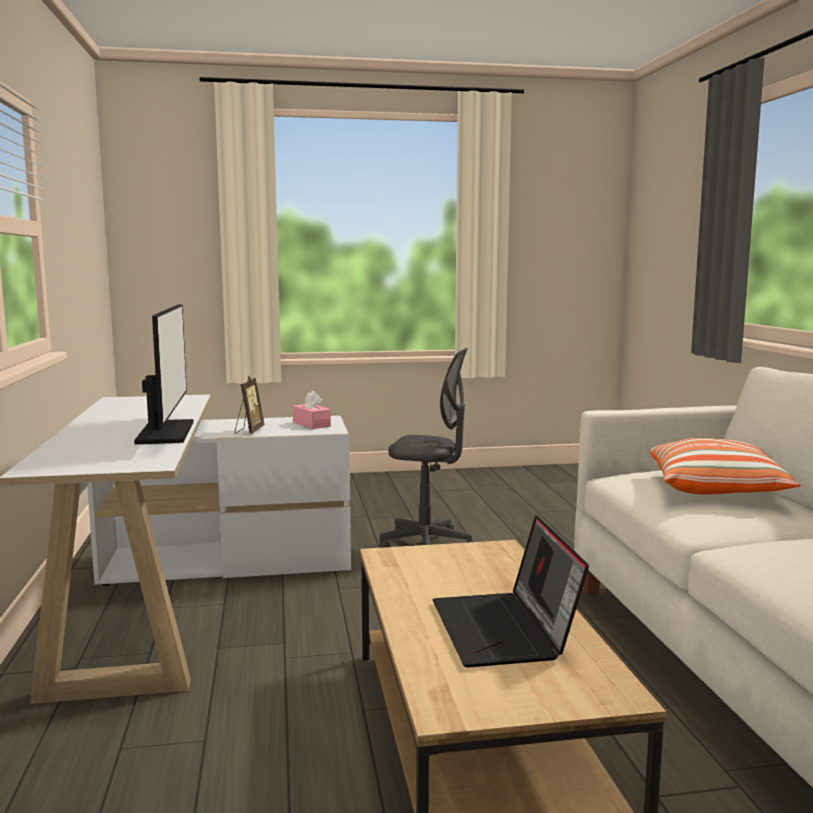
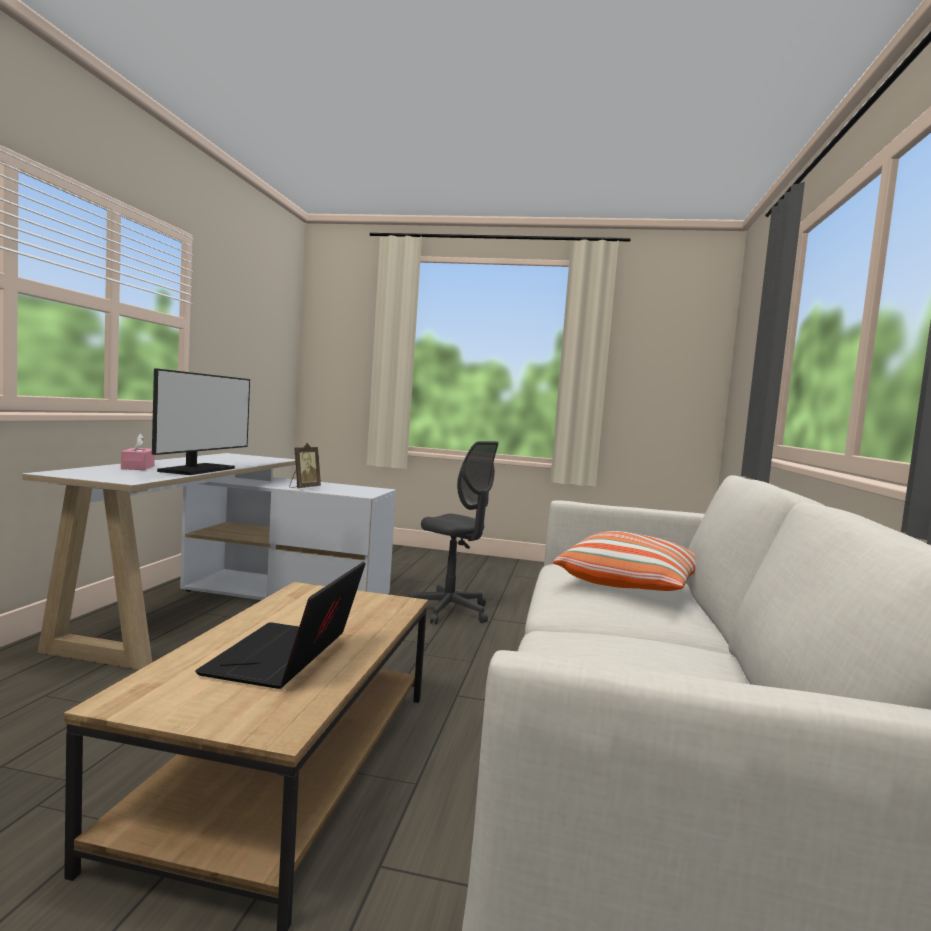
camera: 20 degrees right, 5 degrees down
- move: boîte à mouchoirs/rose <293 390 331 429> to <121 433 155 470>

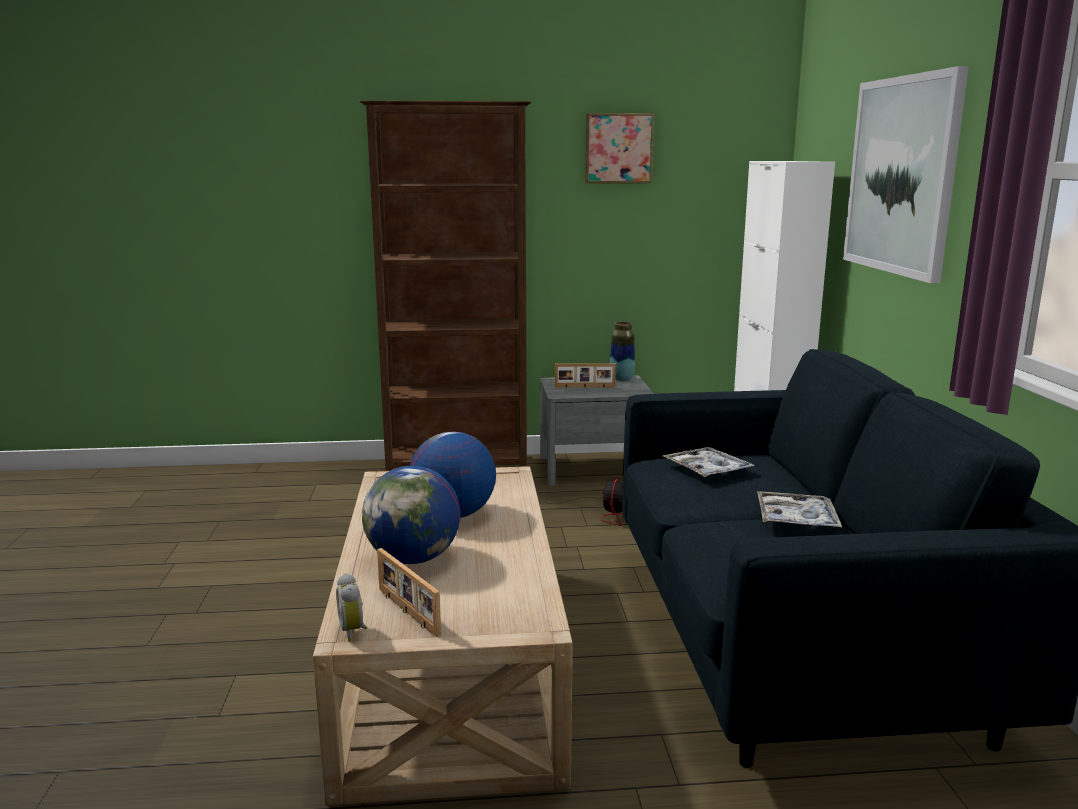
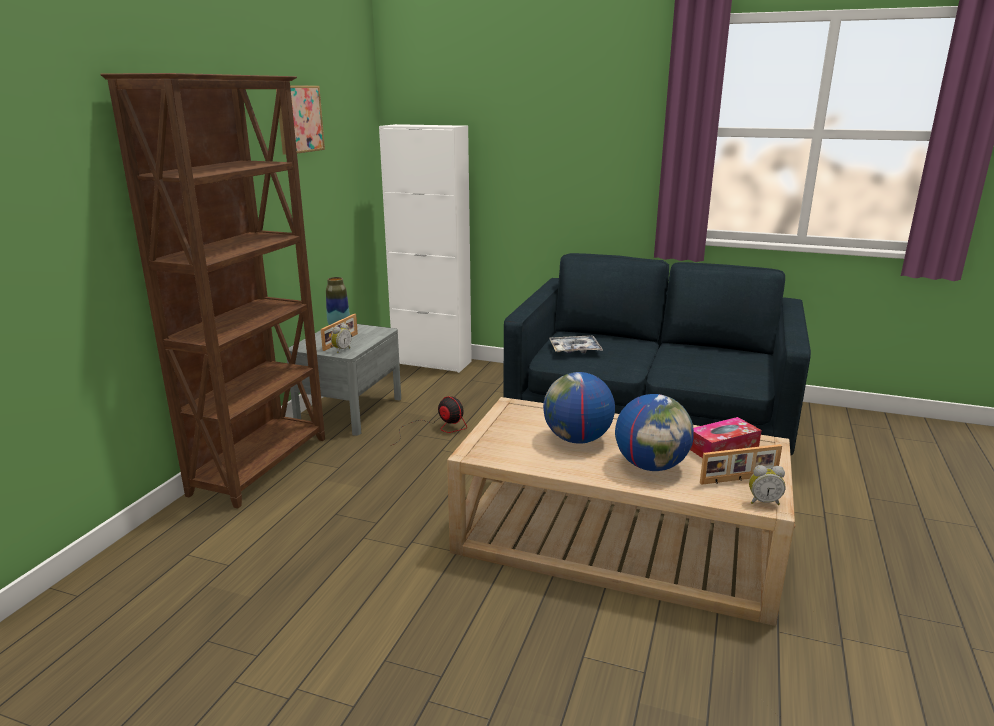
camera: 65 degrees left, 5 degrees up
- delete: plateau <757 491 842 527>
- delete: tableau <843 66 969 283>
- insert: réveil <331 323 352 353>
- insert: boîte à mouchoirs <690 417 762 458>

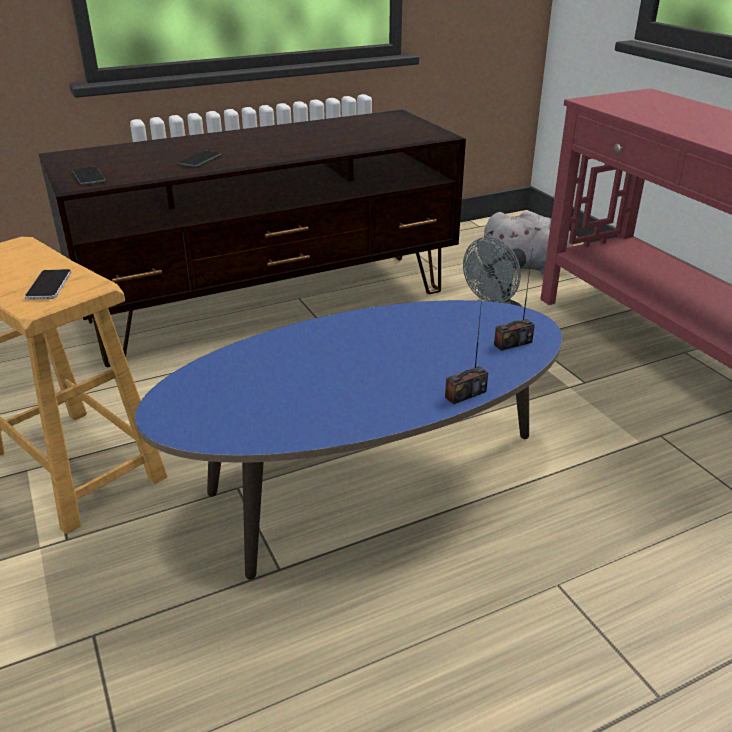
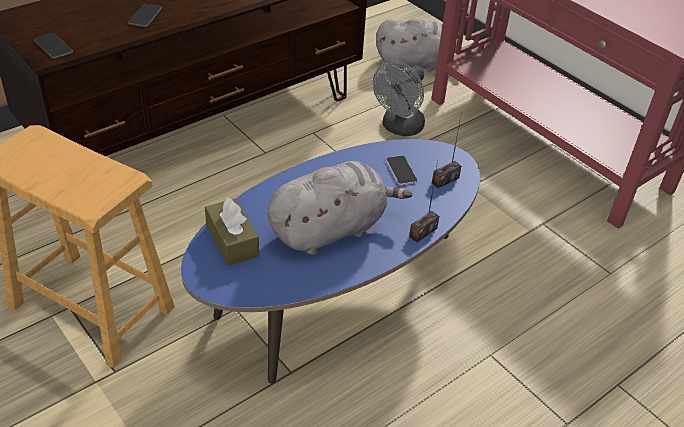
camera: 15 degrees left, 10 degrees up
- insert: boîte à mouchoirs/marron <205 197 259 266>
- insert: peluche/gris <268 161 413 255>
- move: téléphone <25 269 71 300> to <386 156 417 185>

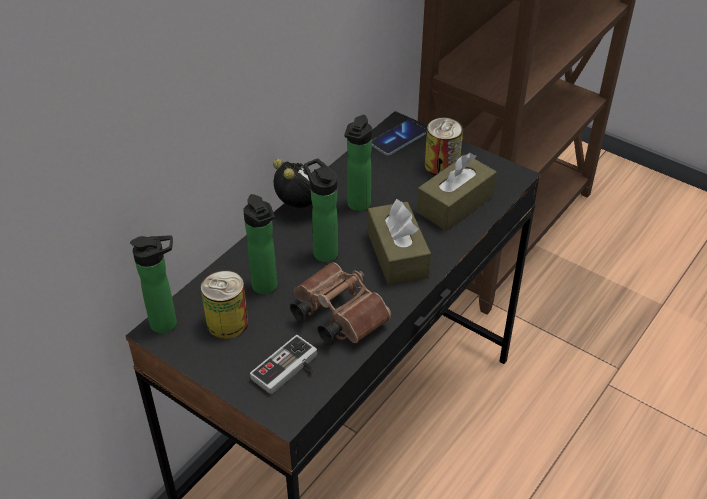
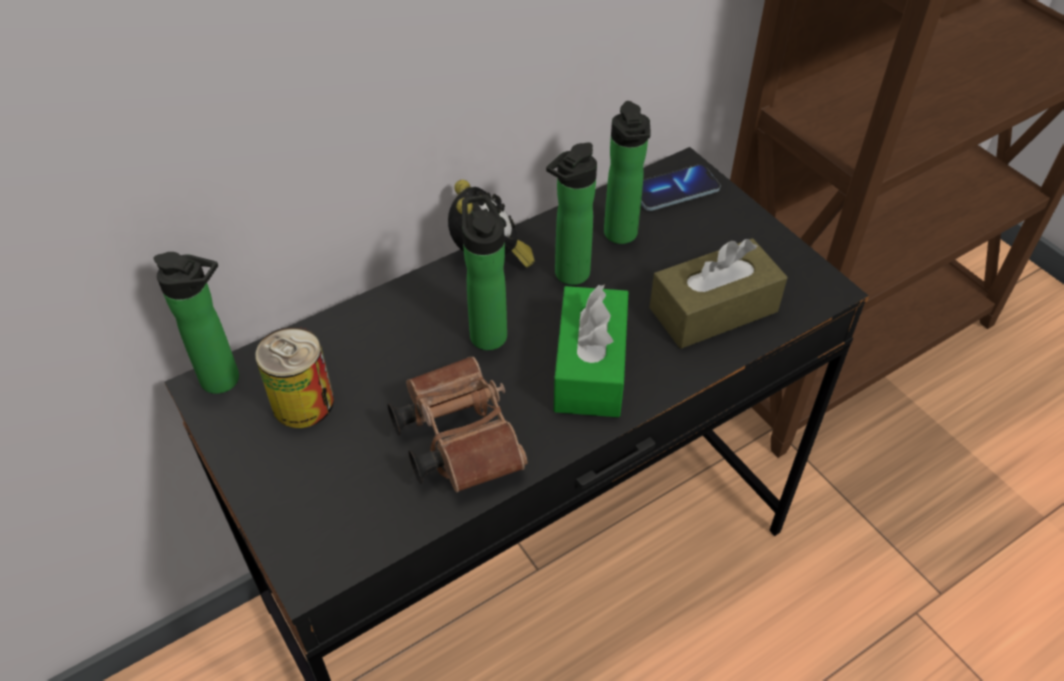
camera: 20 degrees right, 5 degrees up
- delete: manette <250 335 317 394>
- delete: boîte métallique <425 118 463 176>
- move: bouteille <243 194 277 294> to <604 101 651 244>
- recolor: boîte à mouchoirs/marron <368 199 431 286> to boîte à mouchoirs/vert <554 284 628 417>

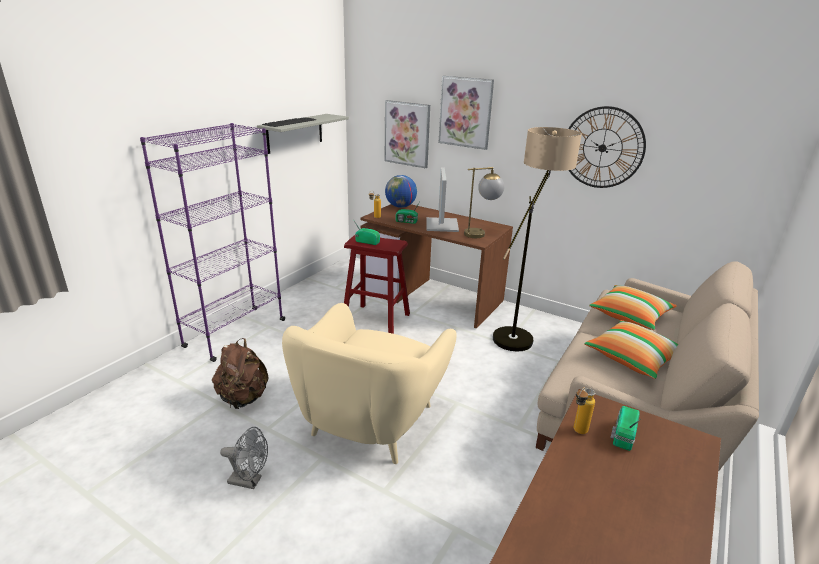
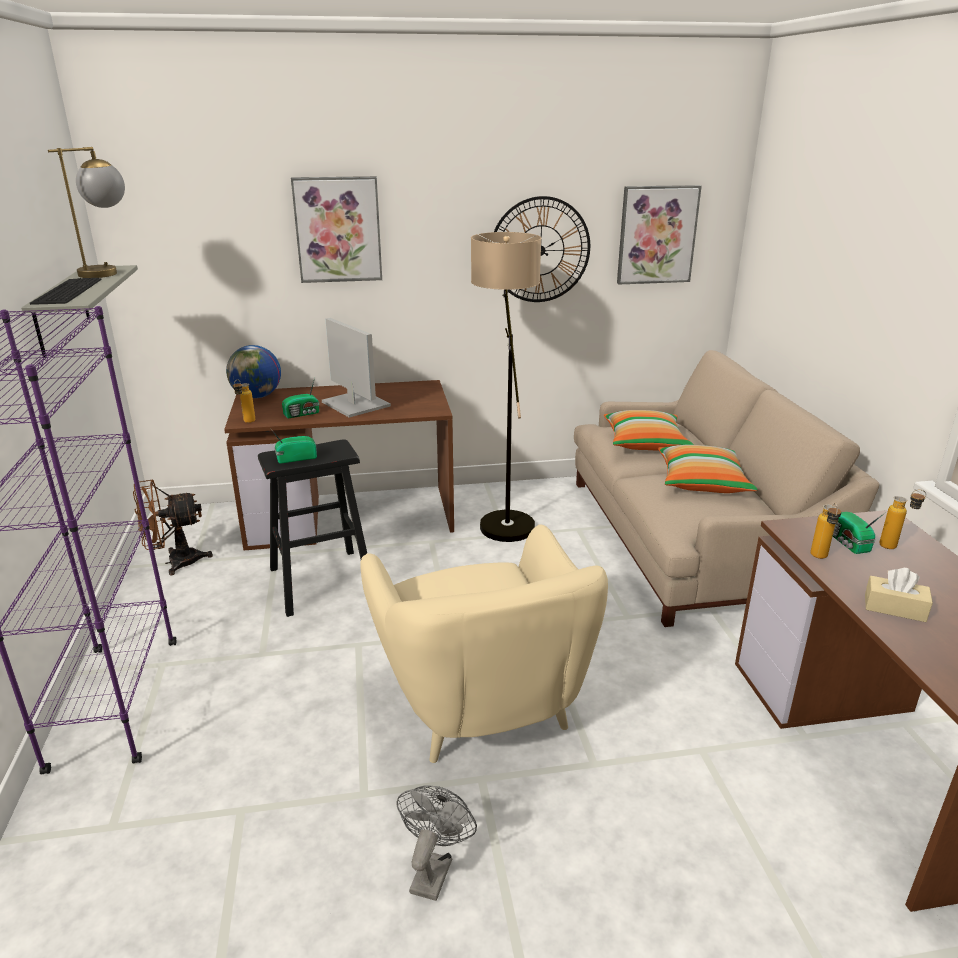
camera: 40 degrees left, 0 degrees up
- delete: sac à dos/marron <212 338 268 409>
- insert: ventilateur/marron <133 480 213 576>
- insert: boîte à mouchoirs/beige <865 568 933 622>
- insert: bouteille <879 489 926 549>
- move: tableau <385 100 430 168> to <617 185 702 284>
- move: lampe de table <464 167 504 238> to <48 147 125 278>
- recolor: tabouret/rouge <344 235 410 334> to tabouret/noir <258 439 367 617>
- rotate: ventilateur/gris <220 427 268 489> = <396 785 477 901> 45 degrees counterclockwise

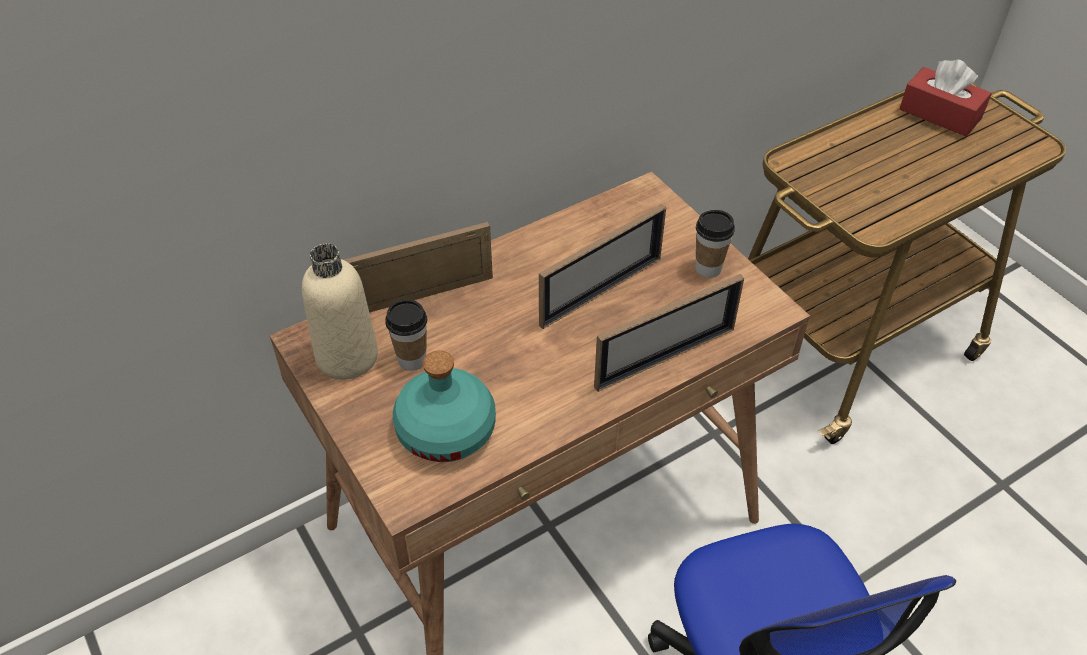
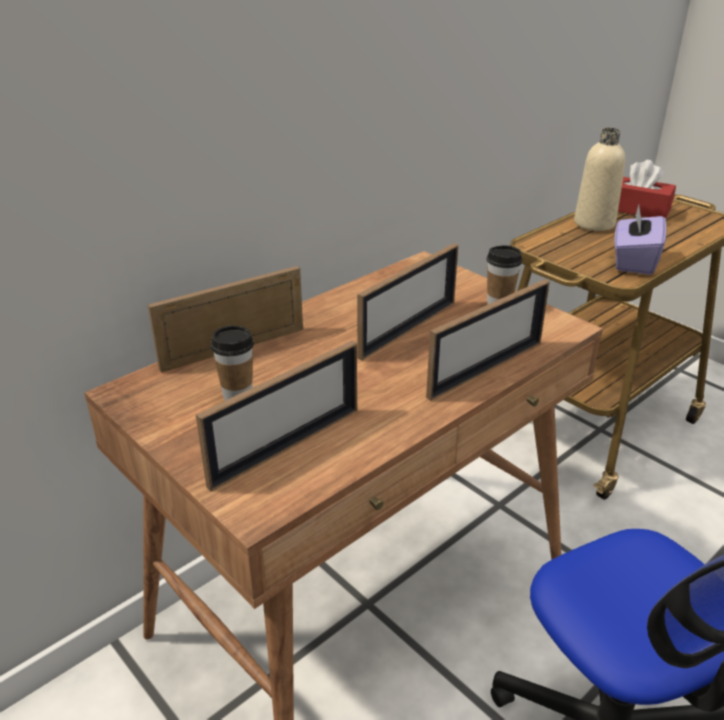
camera: 10 degrees left, 15 degrees down
- insert: boîte à mouchoirs/violet <614 205 666 275>
- move: bouteille/beige <302 244 378 380> to <574 128 625 231>
- replace: bouteille/turquoise <393 351 496 462> to cadre photo <196 341 357 491>

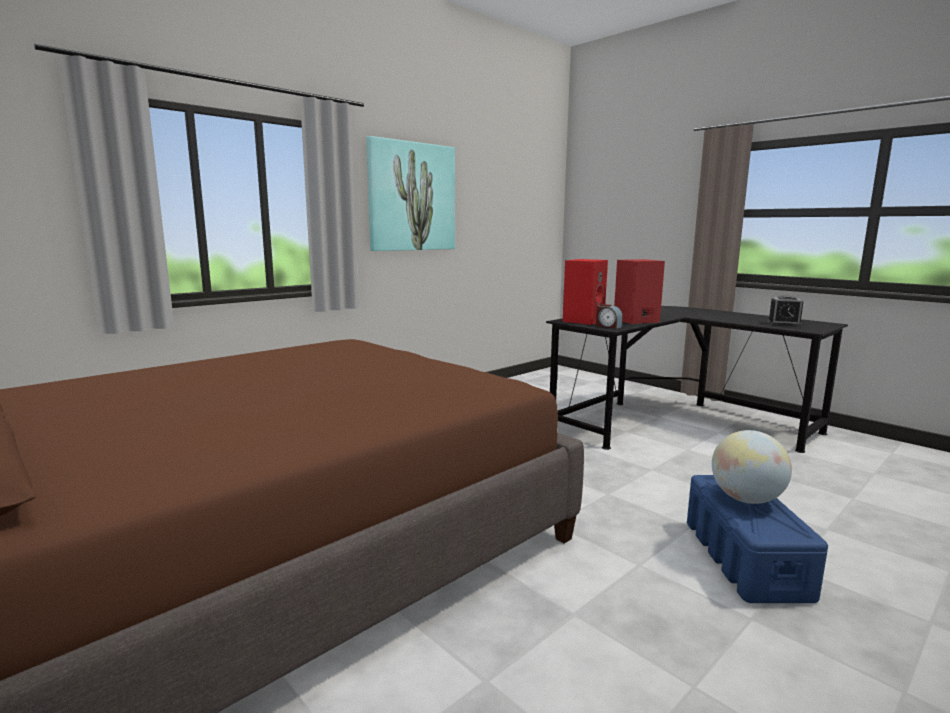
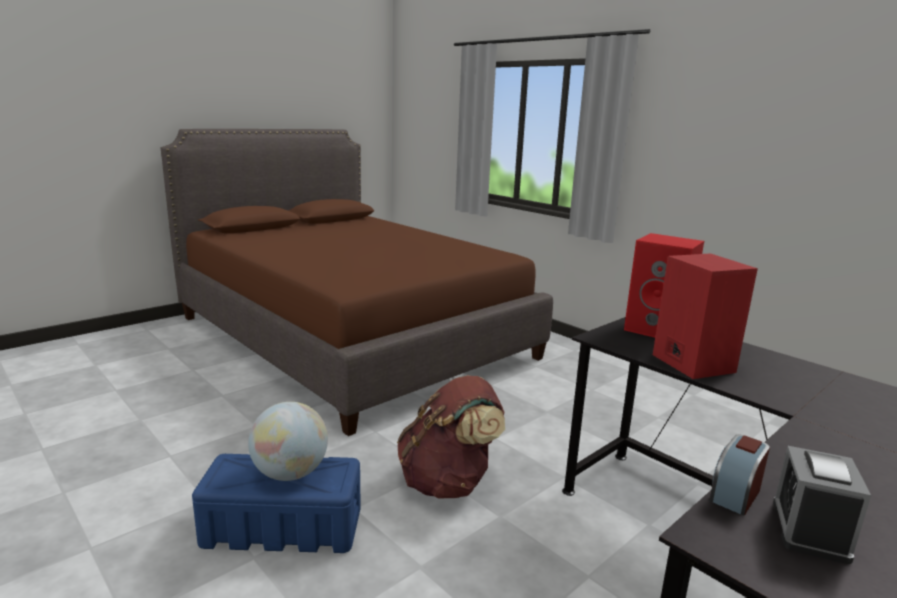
camera: 90 degrees right, 5 degrees up
- delete: tableau <366 136 455 251>
- insert: sac à dos/marron <397 375 505 499>
- move: réveil <596 304 623 329> to <709 435 770 516>

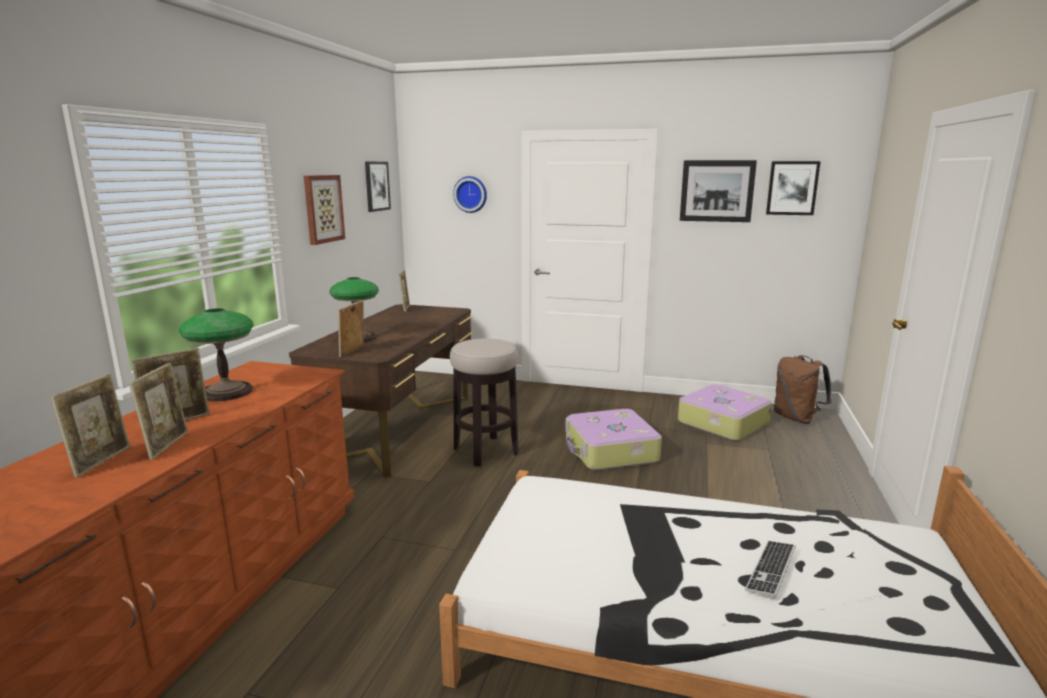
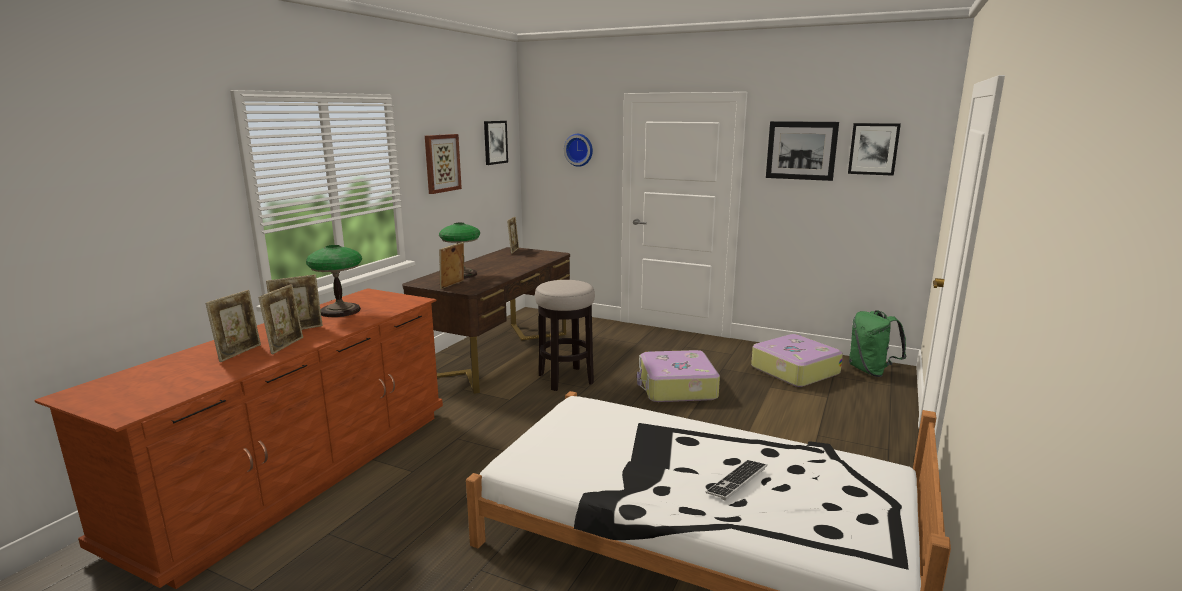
camera: 10 degrees right, 0 degrees up
- recolor: sac à dos/marron <774 355 832 424> to sac à dos/vert <849 310 906 377>

